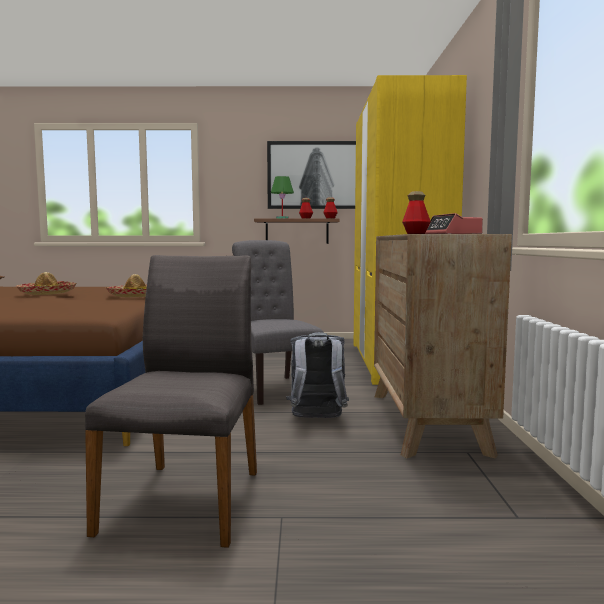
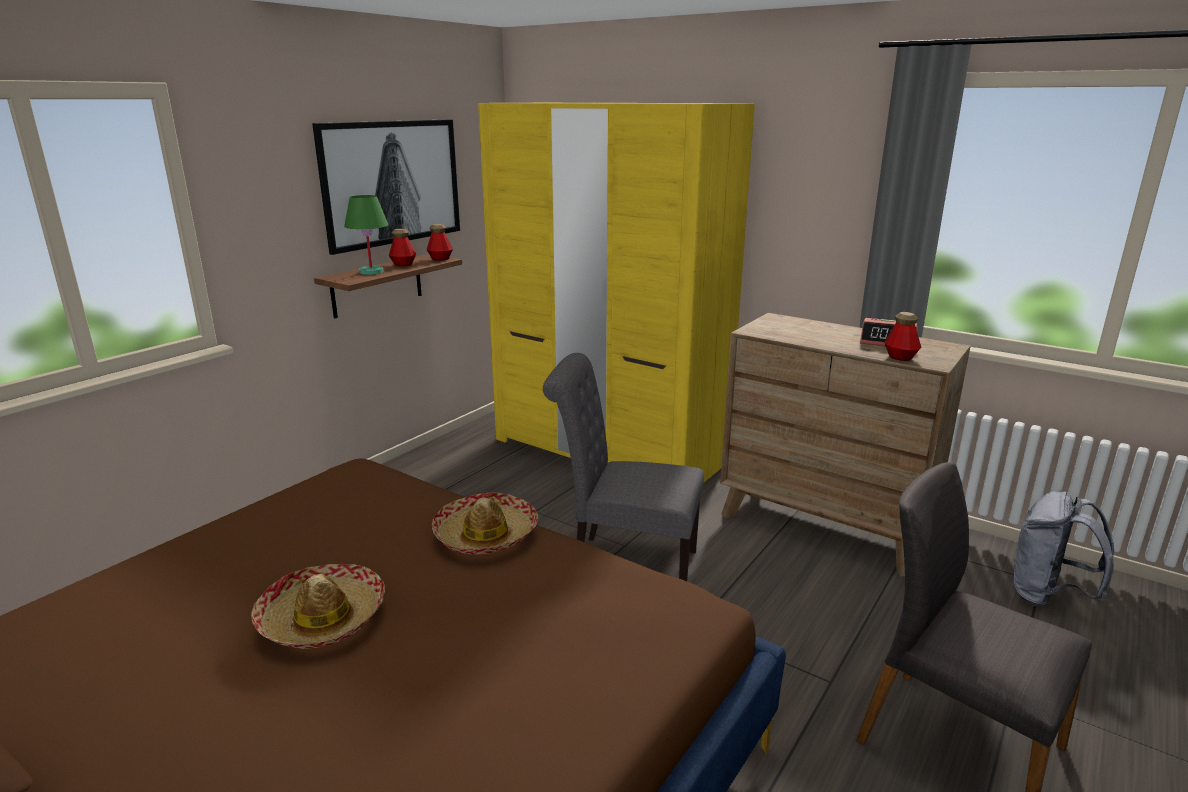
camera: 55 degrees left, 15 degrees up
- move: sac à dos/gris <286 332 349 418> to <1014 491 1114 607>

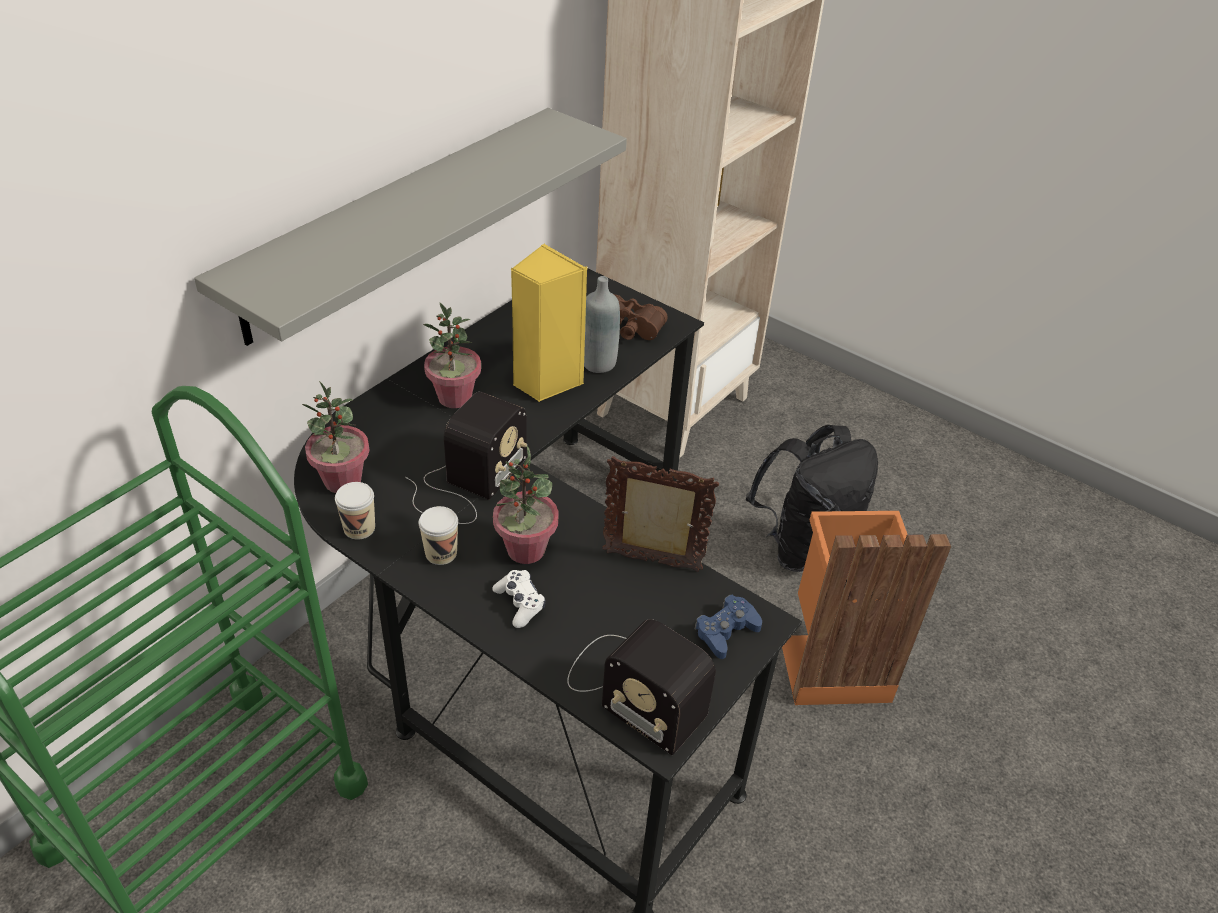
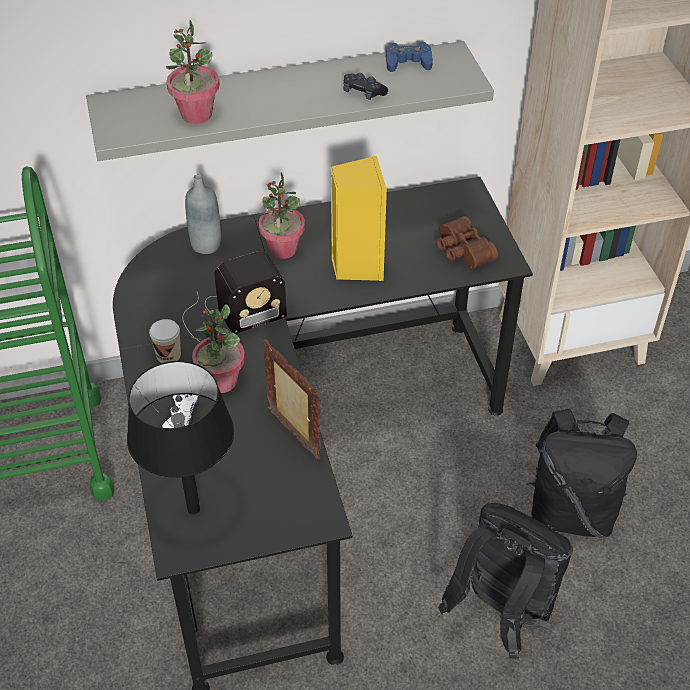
camera: 40 degrees right, 5 degrees up
- delete: tasse <335 482 375 540>
- insert: manette/noir <343 73 388 100>
- move: plante en pot <302 381 369 493> to <166 19 220 124>
- move: bouteille/gris <584 276 620 373> to <185 174 221 254>
- move: manette/bleu <695 595 762 659> to <386 42 433 72>
- replace: radio <567 619 716 755> to lampe de table/noir <127 361 234 515>
- replace: poubelle/orange <782 511 951 705> to sac à dos/noir <438 503 573 658>

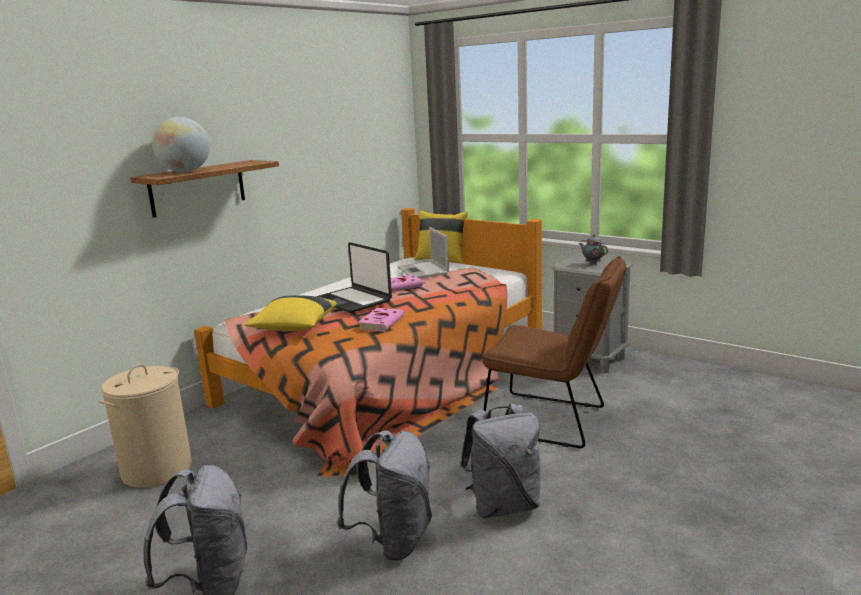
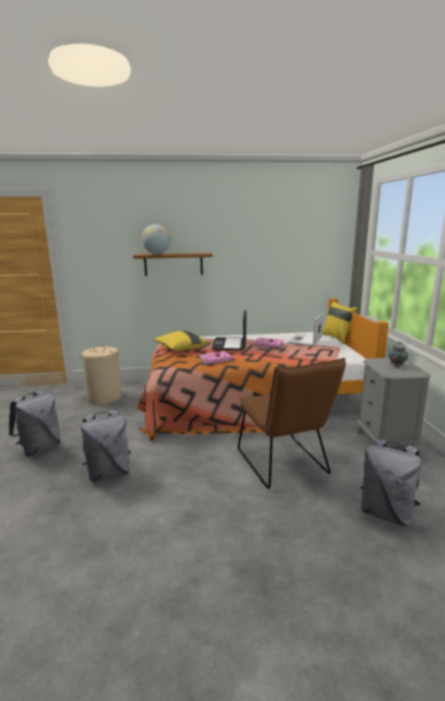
camera: 45 degrees right, 0 degrees up
- move: sac à dos/gris <460 404 541 518> to <360 440 421 526>

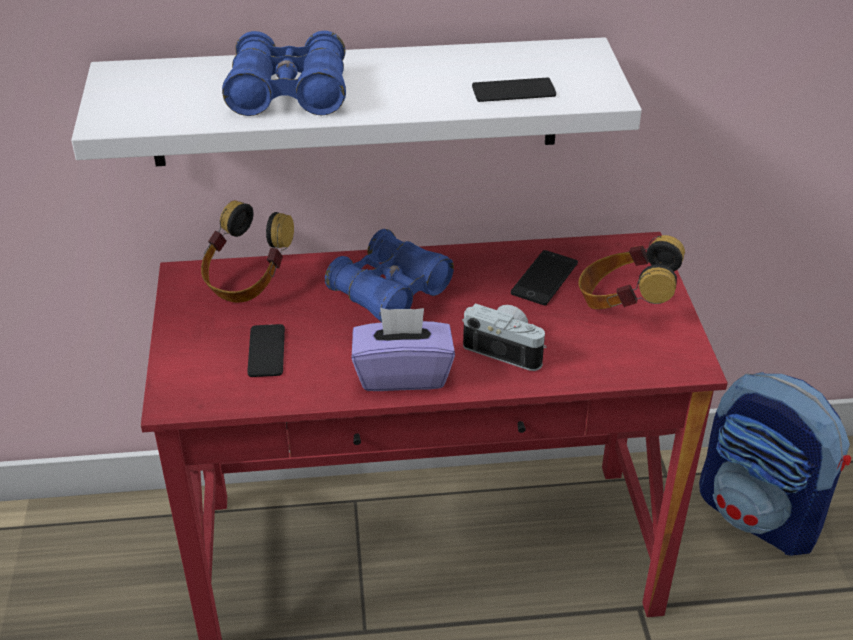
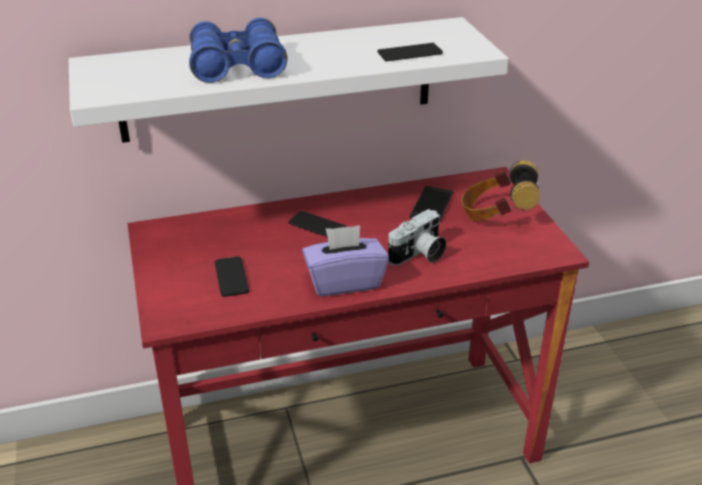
camera: 10 degrees left, 5 degrees down
- delete: casque audio <201 200 294 302>
- delete: sac à dos <699 372 851 556>
- replace: jumelles/bleu <325 229 454 322> to téléphone <289 211 346 237>
- rotate: appareil photo <462 303 547 371> = <388 209 447 266> 120 degrees clockwise

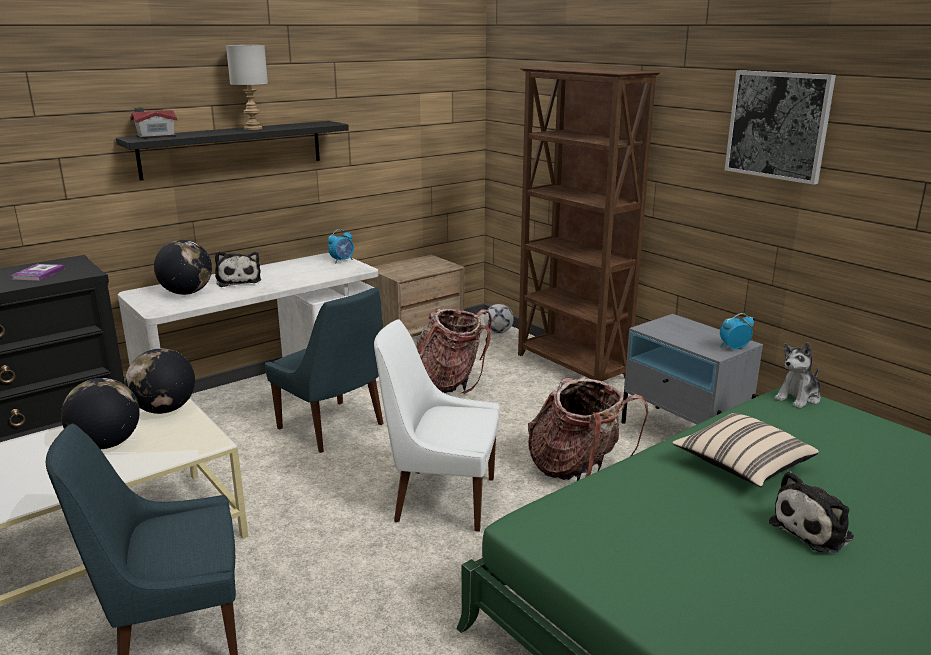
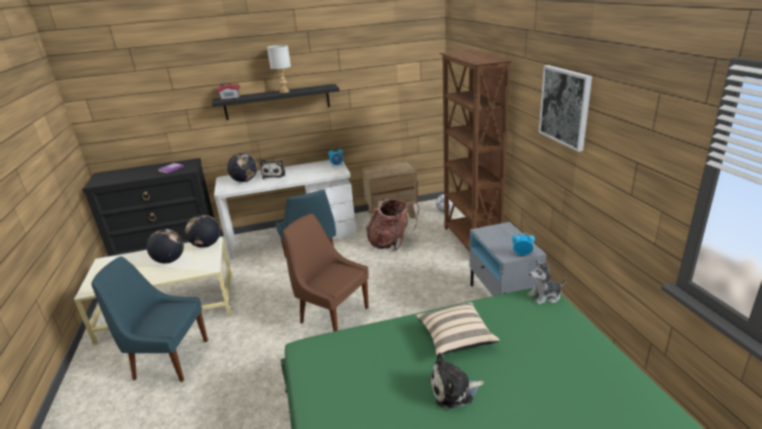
camera: 25 degrees right, 5 degrees up
- delete: sac à dos <528 377 648 481>
- recolor: chaise/blanc <374 319 500 532> to chaise/marron <283 214 369 331>

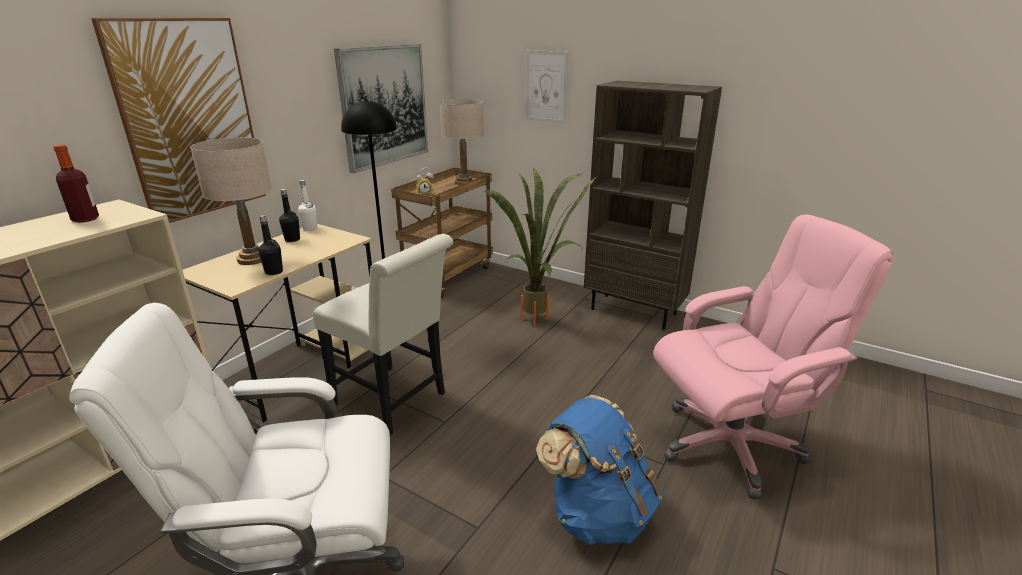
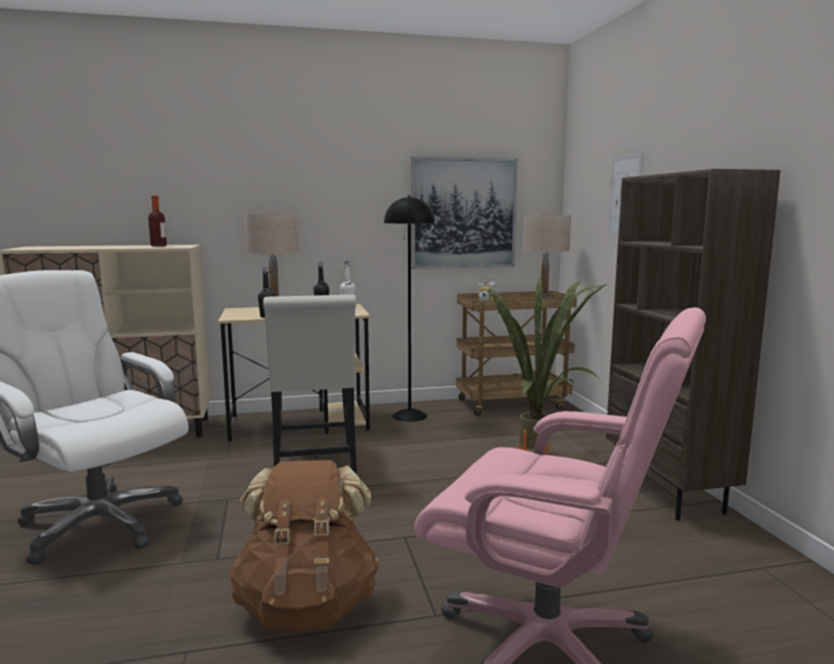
camera: 45 degrees right, 15 degrees down
- delete: tableau <91 18 266 223>
- recolor: sac à dos/bleu <536 395 663 545> to sac à dos/marron <228 460 379 632>

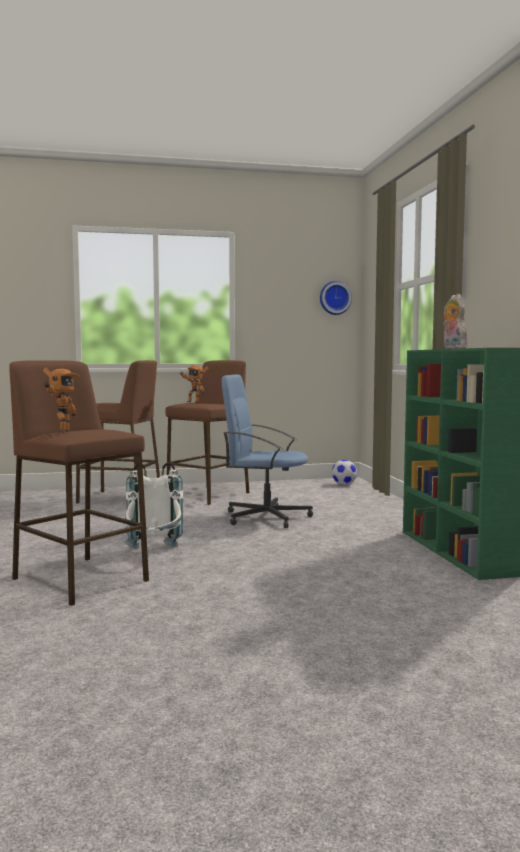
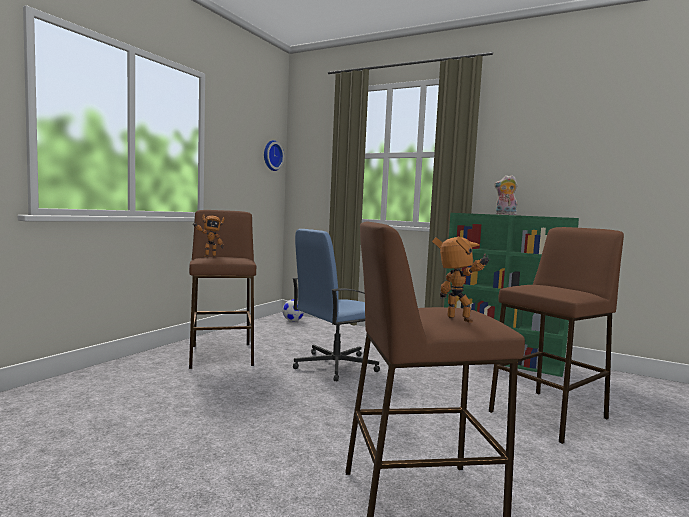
camera: 50 degrees left, 0 degrees up
- delete: sac à dos/blanc <124 463 183 549>
- move: tabouret/marron <76 360 160 504> to <489 227 624 444>

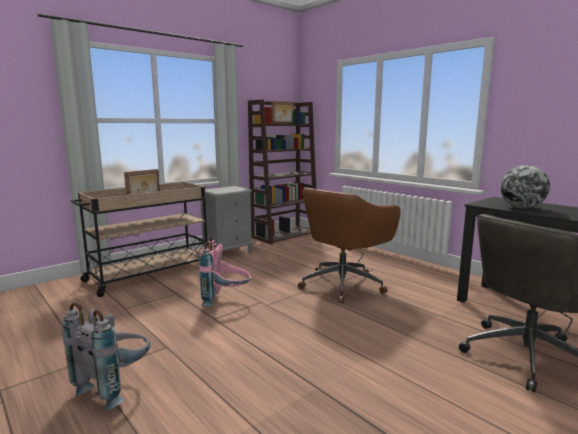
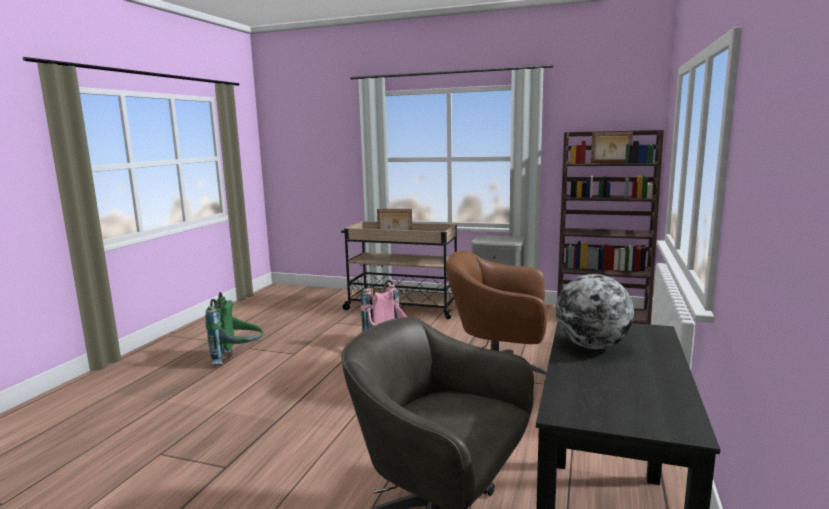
camera: 60 degrees right, 0 degrees up
- recolor: sac à dos/gris <62 303 150 411> to sac à dos/vert <205 292 264 365>

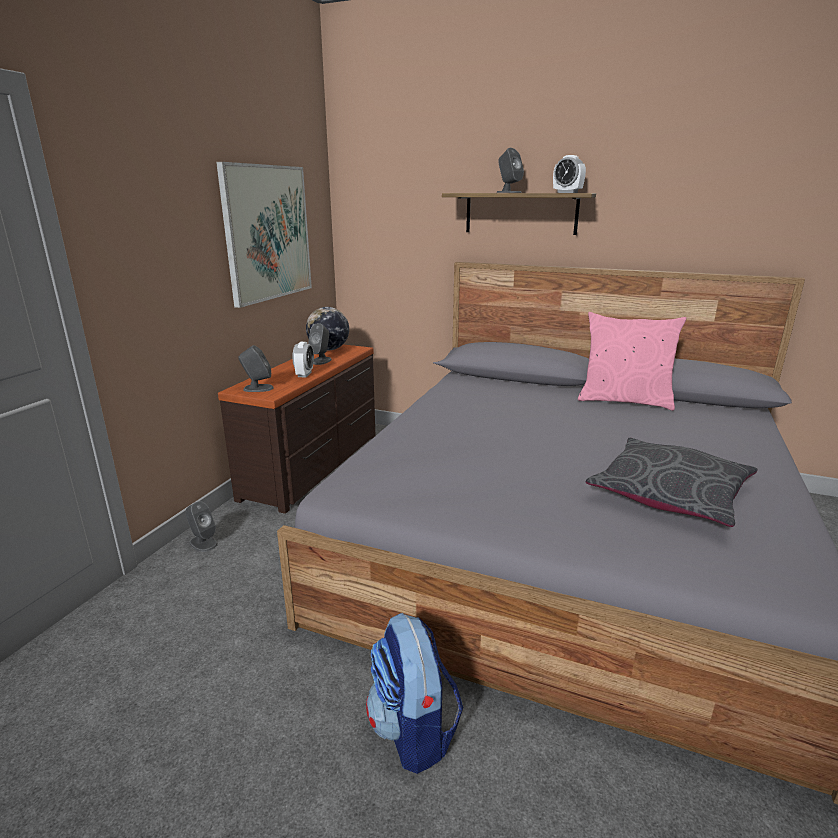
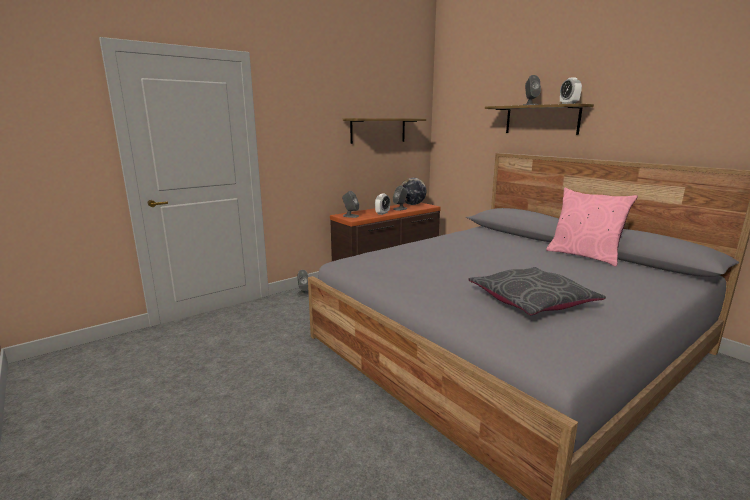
camera: 30 degrees right, 5 degrees down
- delete: sac à dos <366 612 463 774>
- replace: tableau <216 162 312 308> to étagère <343 118 426 144>

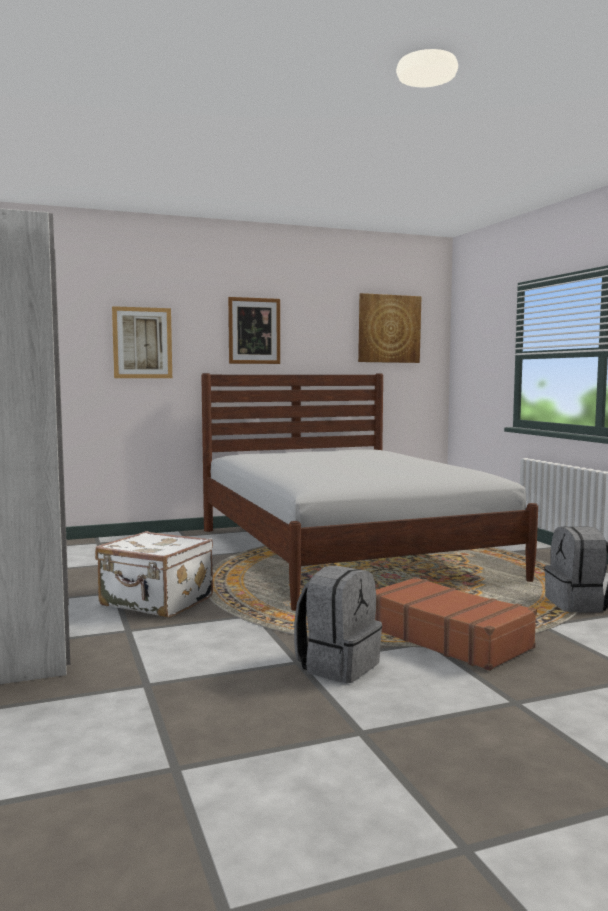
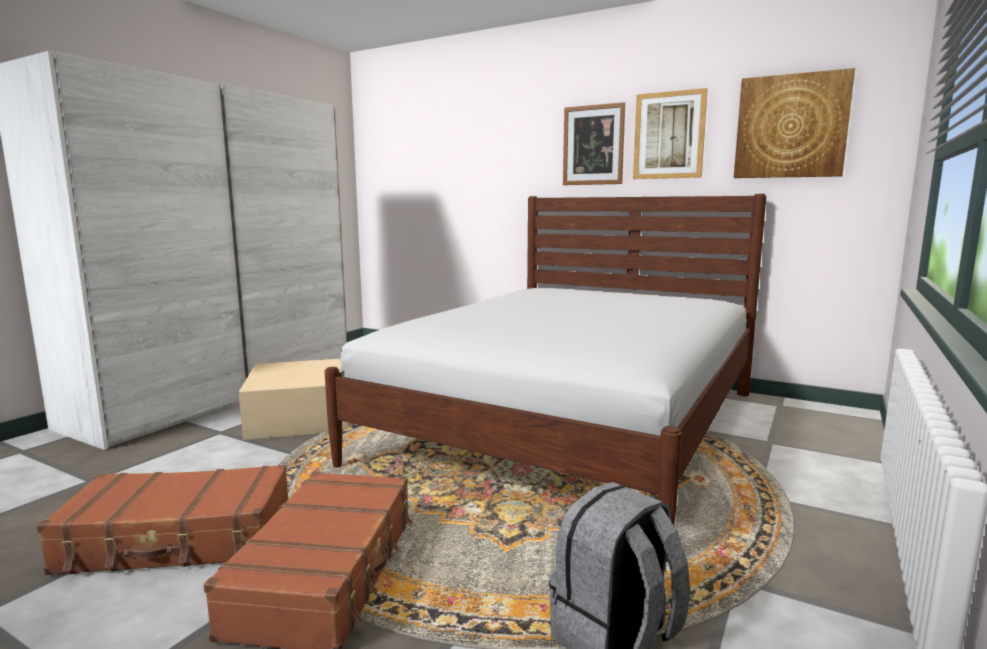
camera: 50 degrees right, 5 degrees up
- move: tableau <112 306 172 378> to <633 88 708 179>
- replace: valise/blanc <95 531 213 618> to boîte de rangement/beige <239 359 348 440>
- replace: sac à dos/gris <294 565 382 683> to valise/marron <36 464 288 575>

